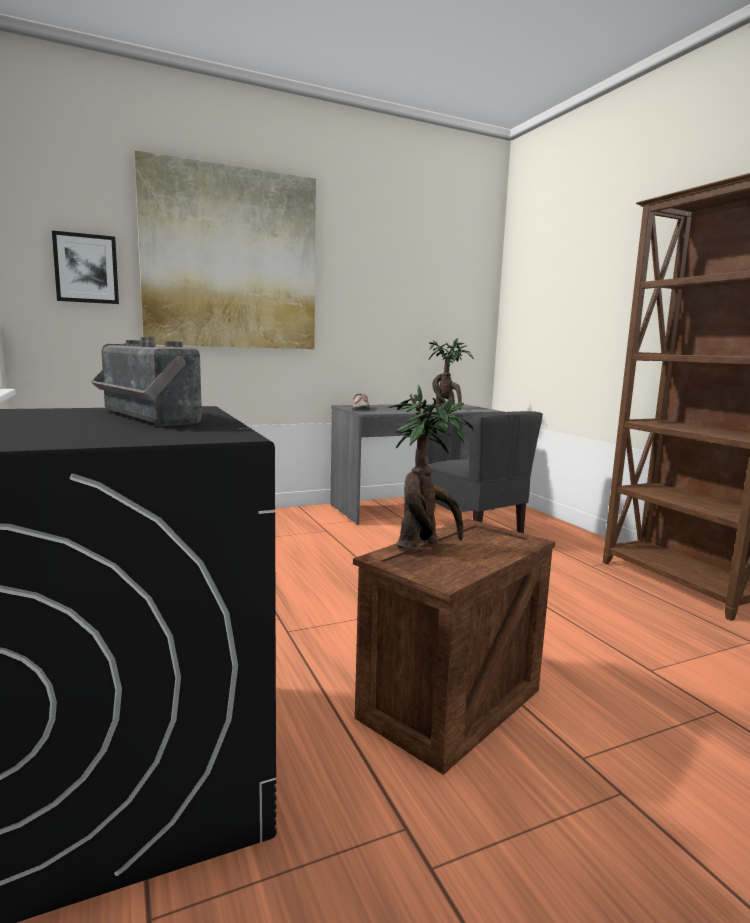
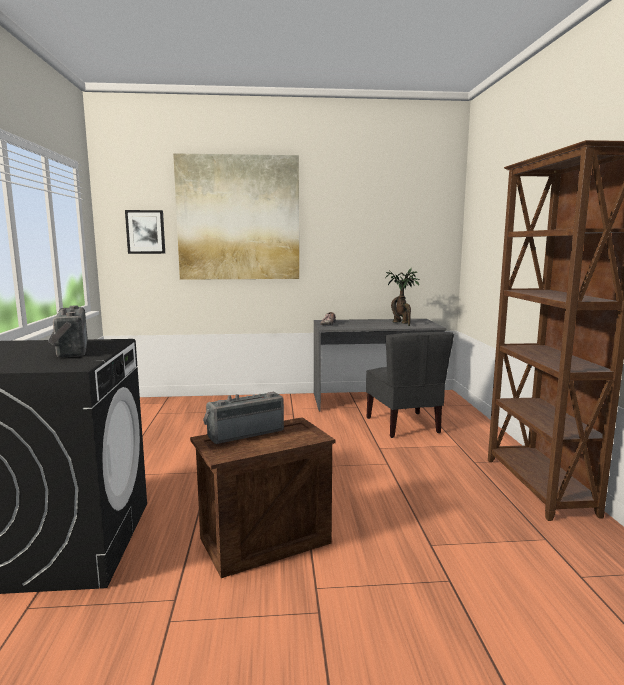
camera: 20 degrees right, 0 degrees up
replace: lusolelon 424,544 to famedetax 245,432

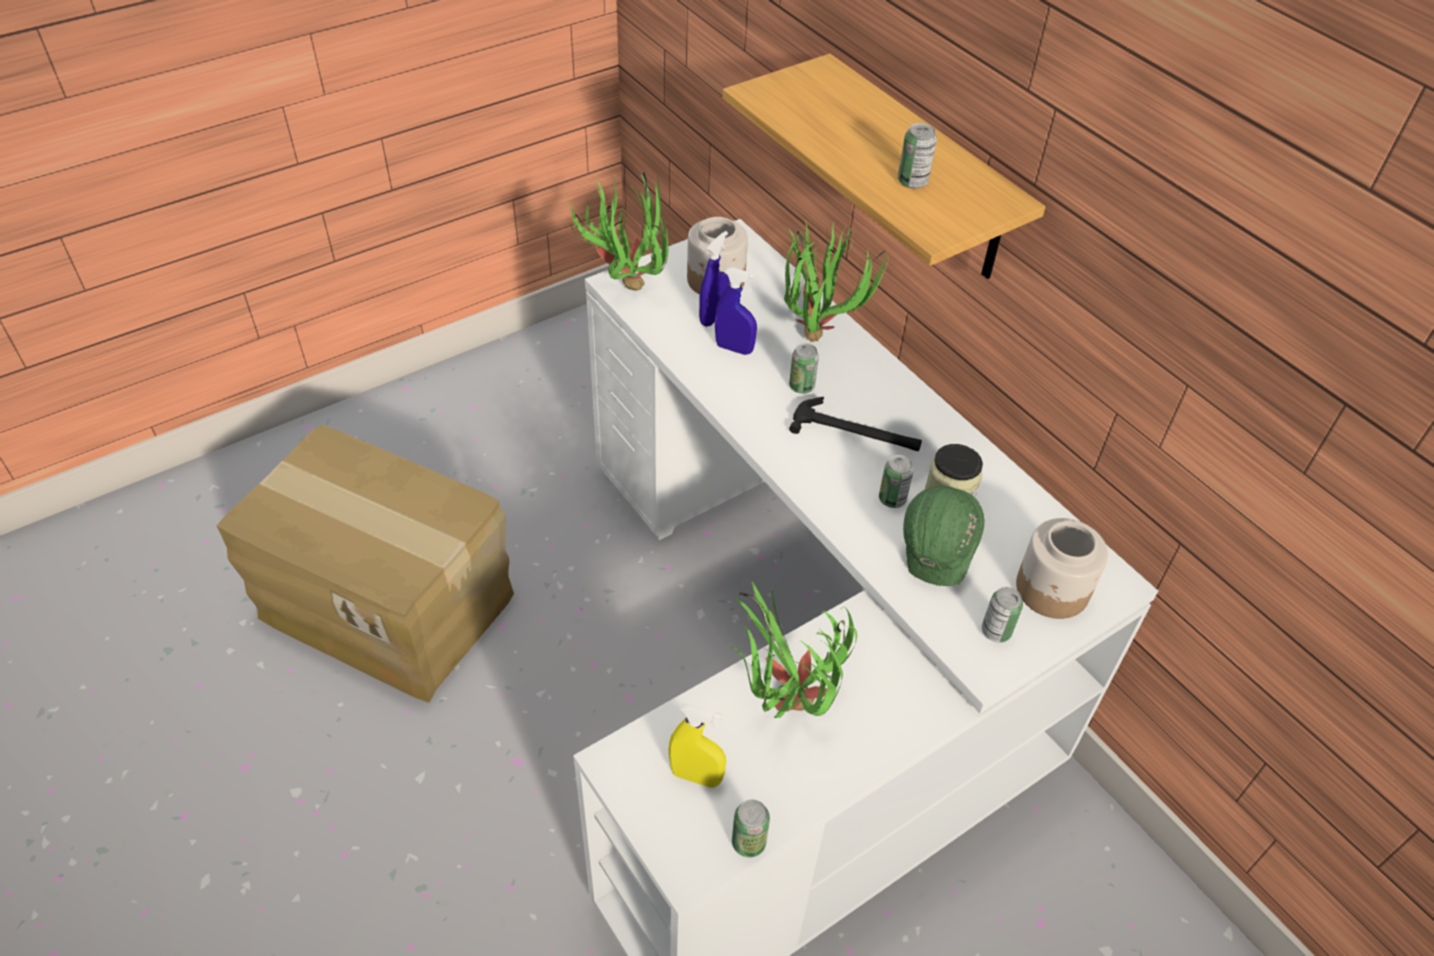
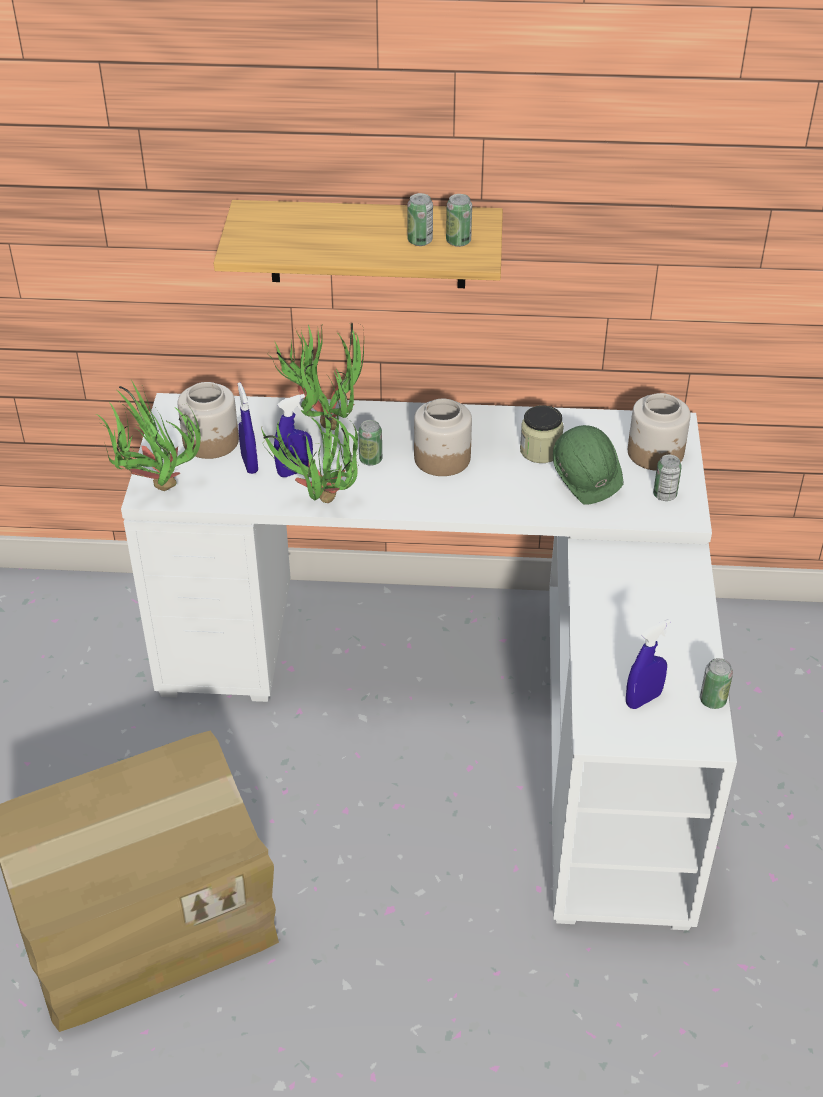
camera: 50 degrees left, 5 degrees down
move: lusolelon 783,709 to 322,508; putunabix 892,499 to 458,241
replace: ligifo 856,431 to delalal 441,458
recolor: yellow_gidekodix 696,776 to blue_gidekodix 643,699

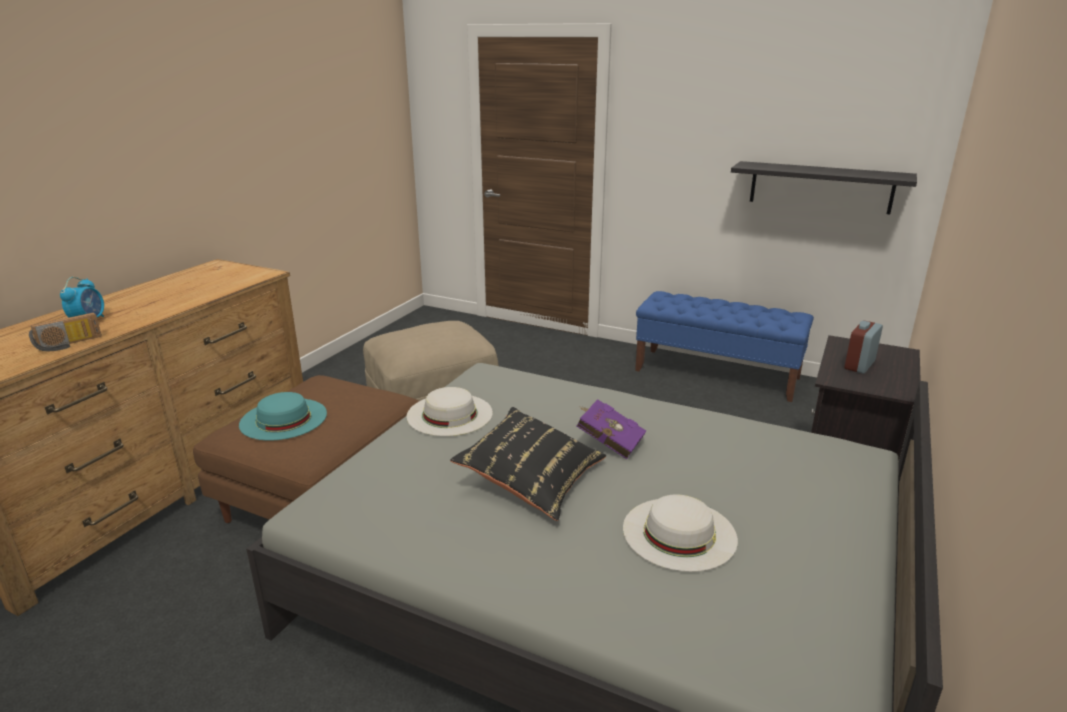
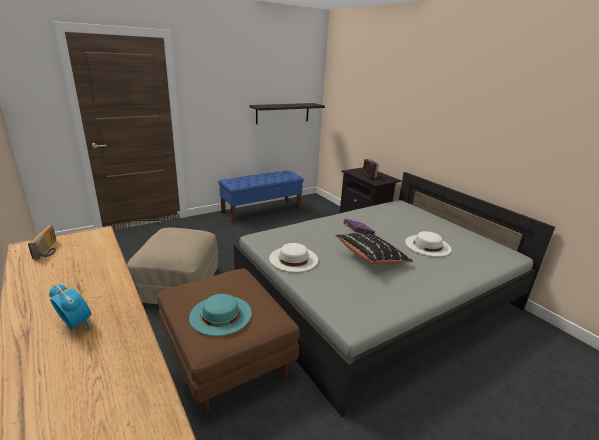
camera: 60 degrees left, 0 degrees up
move: famedetax 69,344 to 49,250

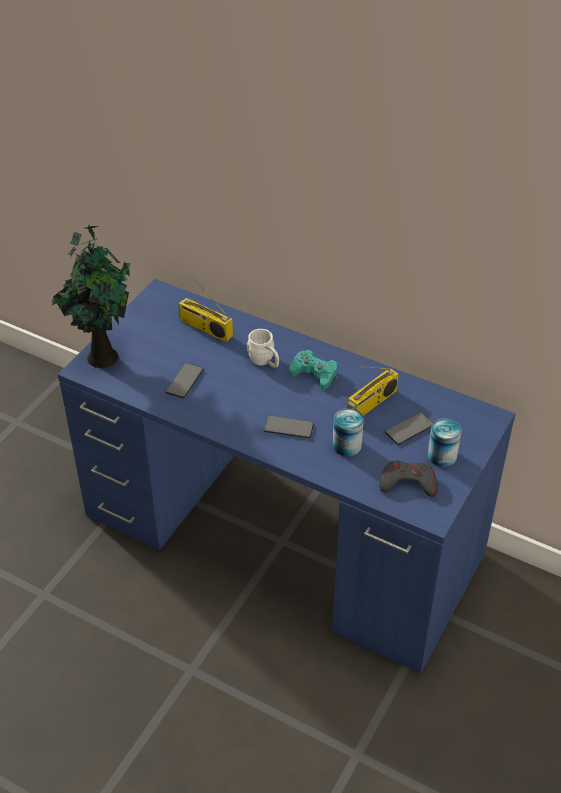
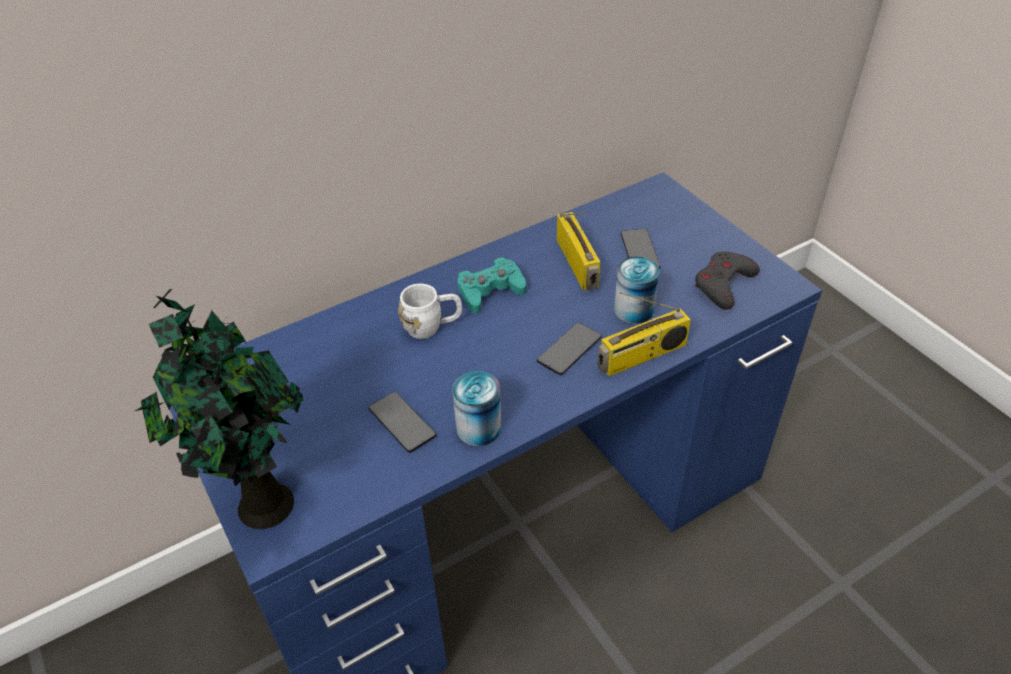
camera: 60 degrees left, 0 degrees up
move: putunabix 442,455 to 478,428; famedetax 204,328 to 642,356

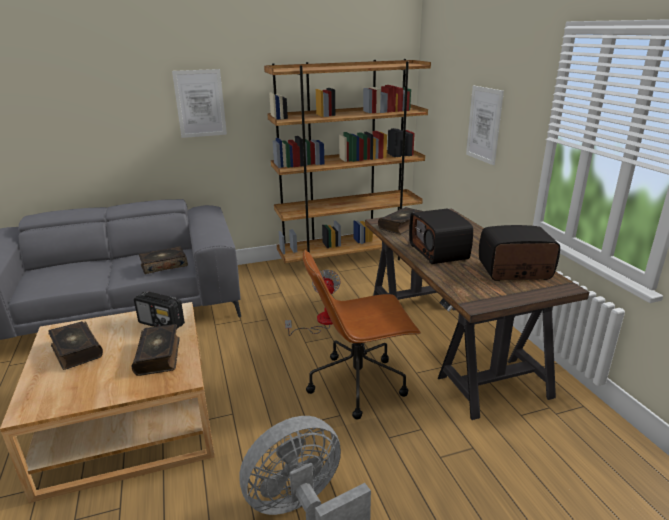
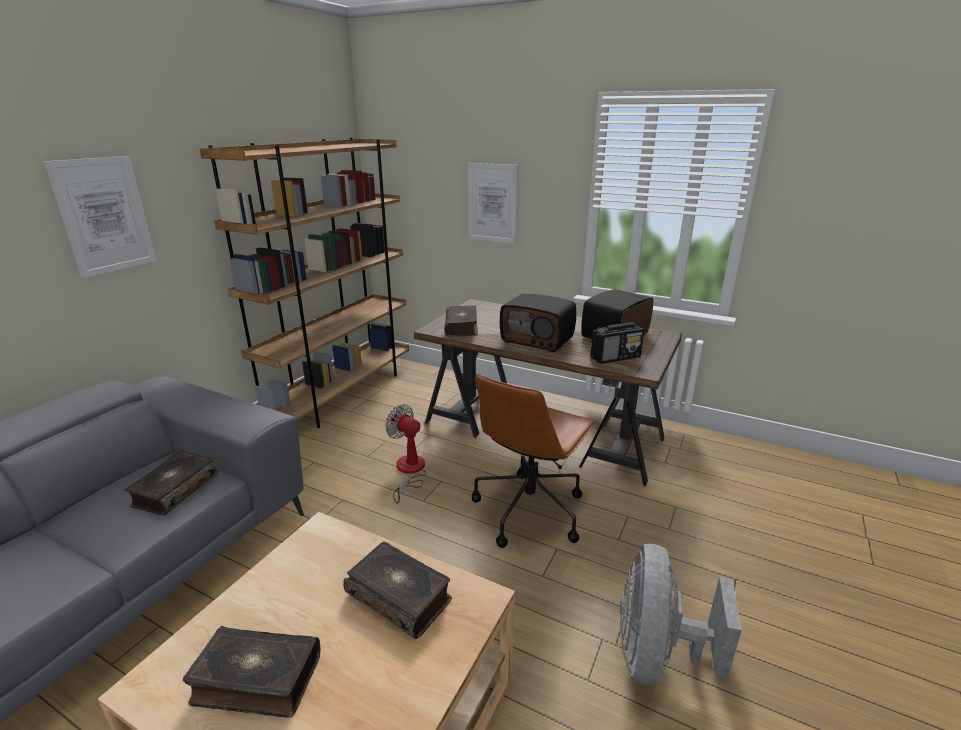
camera: 45 degrees left, 0 degrees up
move: famedetax 162,323 to 615,357

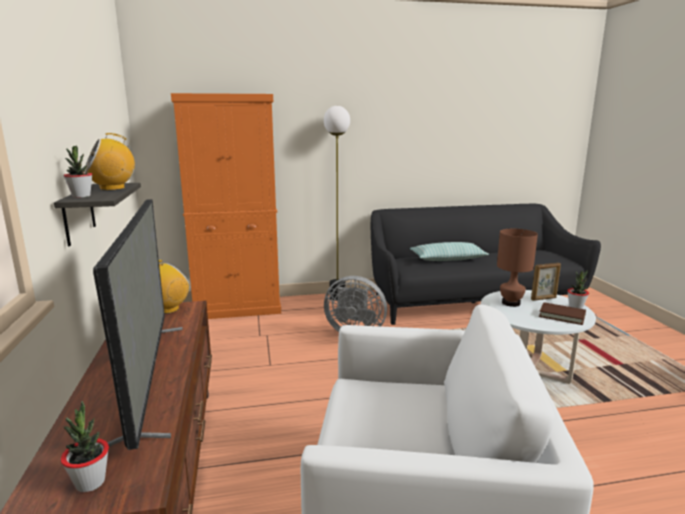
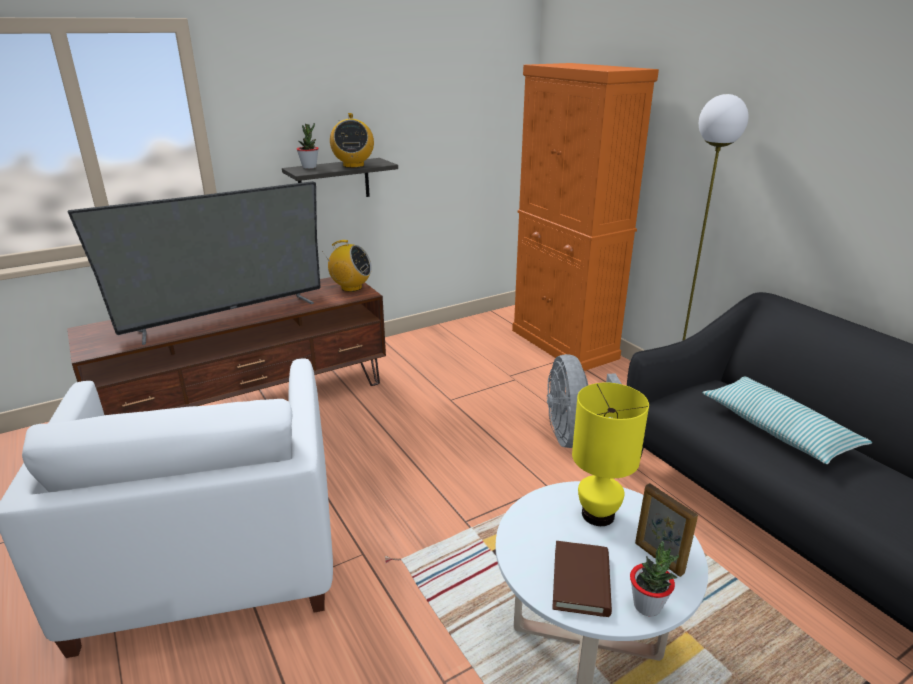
camera: 70 degrees right, 10 degrees up
delete: lusolelon 90,482
recolor: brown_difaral 510,303 to yellow_difaral 598,514
rotate: famedetax 112,188 = 353,165 135 degrees counterclockwise

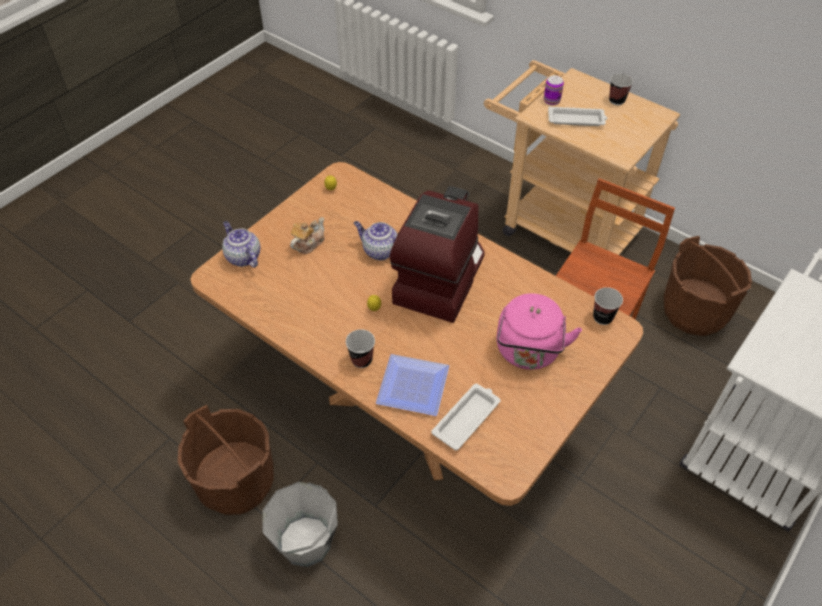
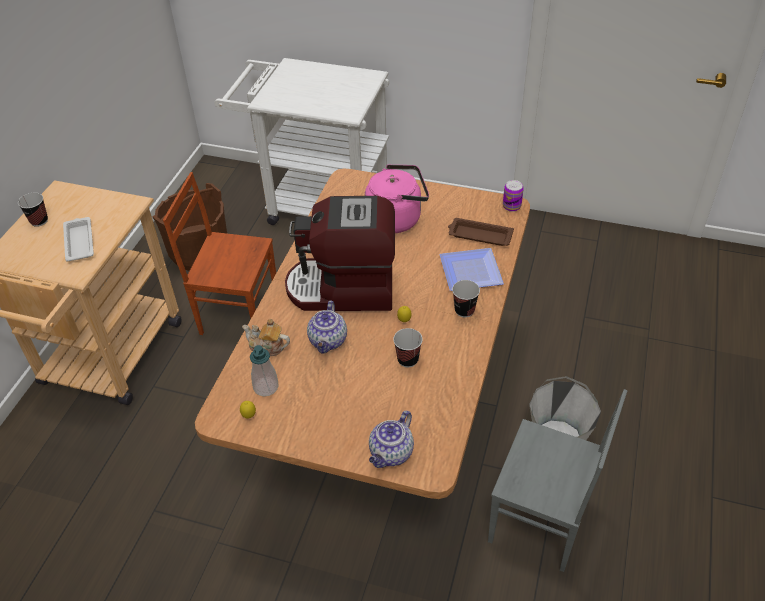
camera: 110 degrees left, 5 degrees down
insert: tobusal 266,387
move: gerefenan 308,243 to 267,347; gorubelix 602,317 to 408,360; putunabix 551,100 to 511,206
replace: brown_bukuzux 236,482 to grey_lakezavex 540,522
recolor: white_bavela 467,418 to brown_bavela 479,235

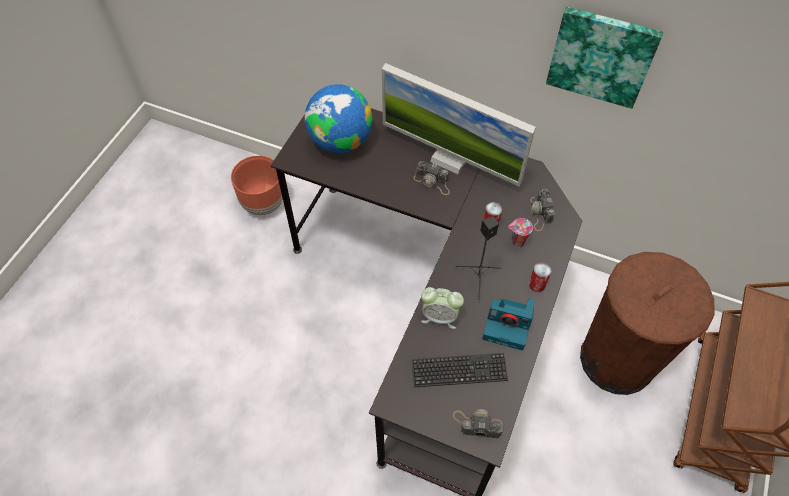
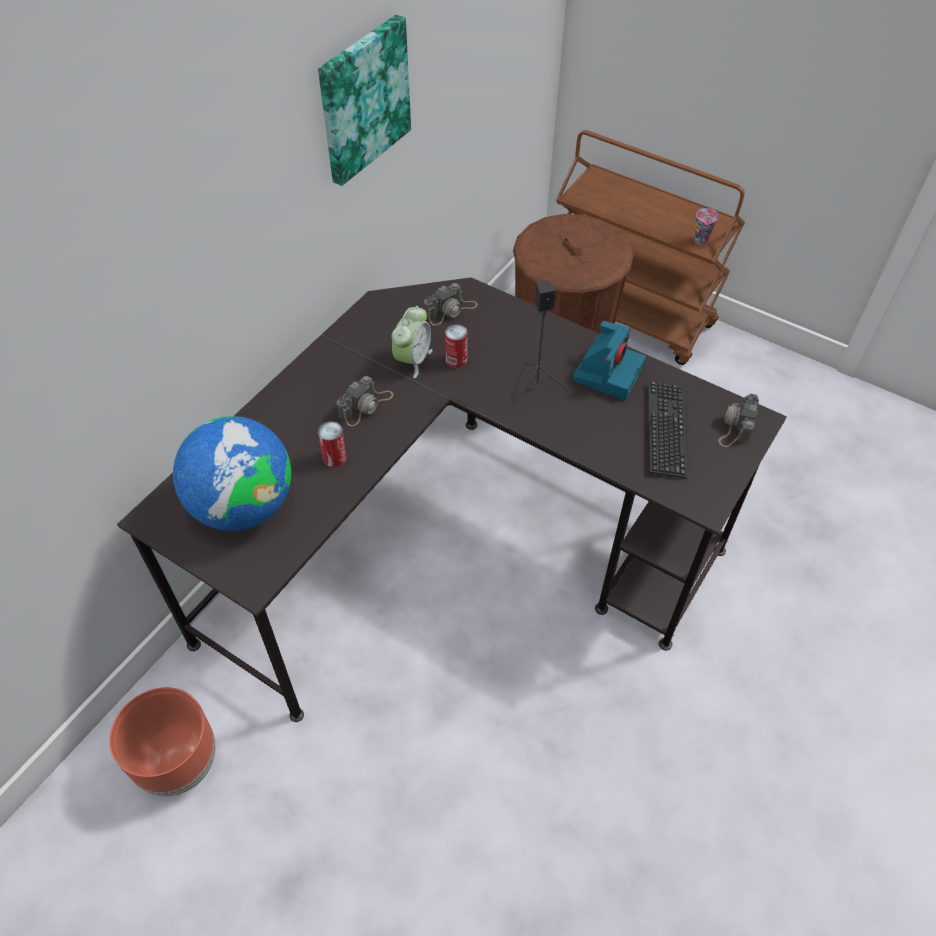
camera: 80 degrees left, 5 degrees down
delete: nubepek 450,158
move: putunabix 537,284 to 334,457; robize 440,316 to 412,360; gorubelix 517,243 to 701,241
rotate: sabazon 540,213 = 450,310 45 degrees counterclockwise

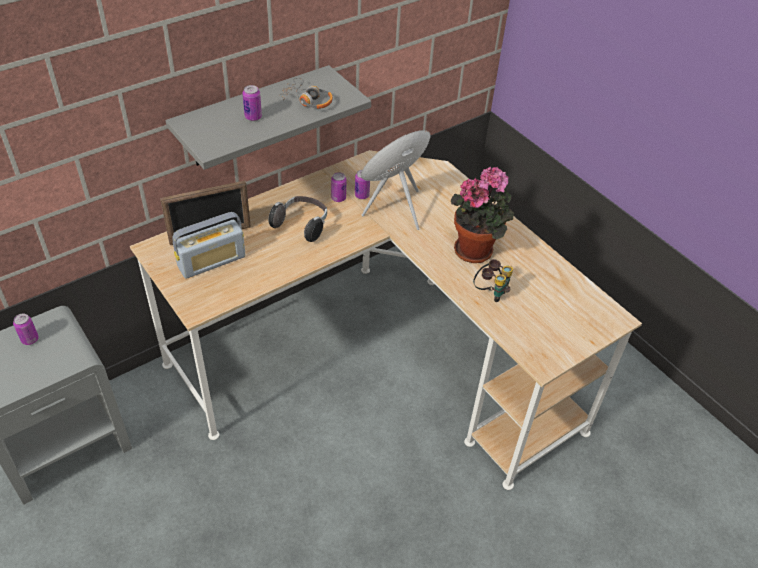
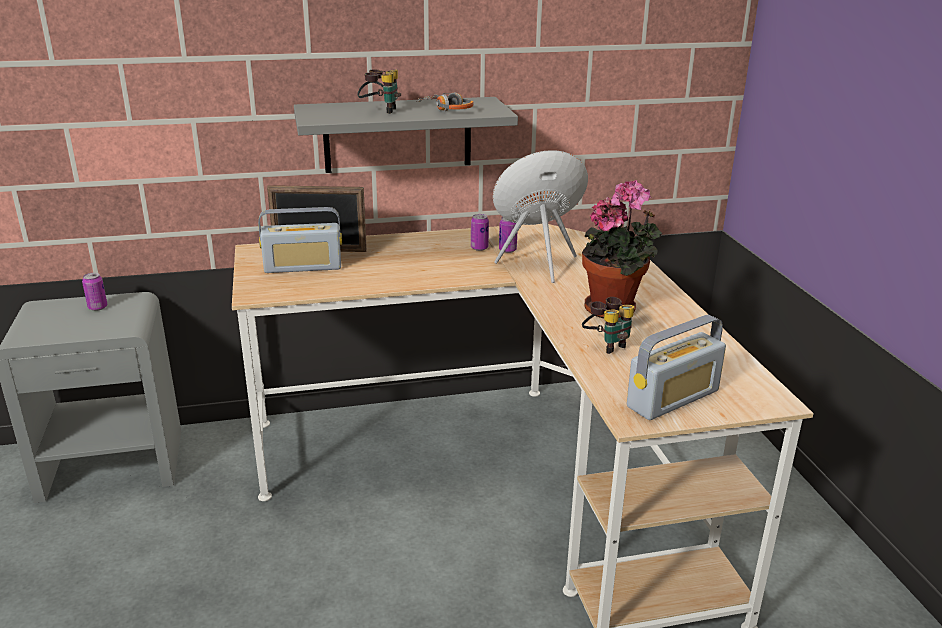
camera: 25 degrees right, 20 degrees down
delete: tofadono 302,225
insert: famedetax 673,398
replace: putunabix 253,117 to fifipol 380,111

